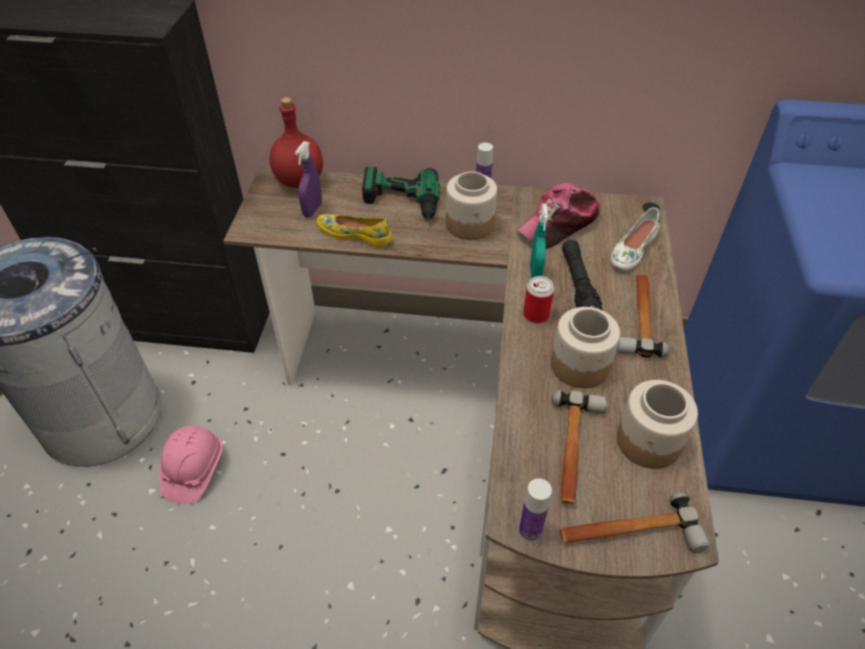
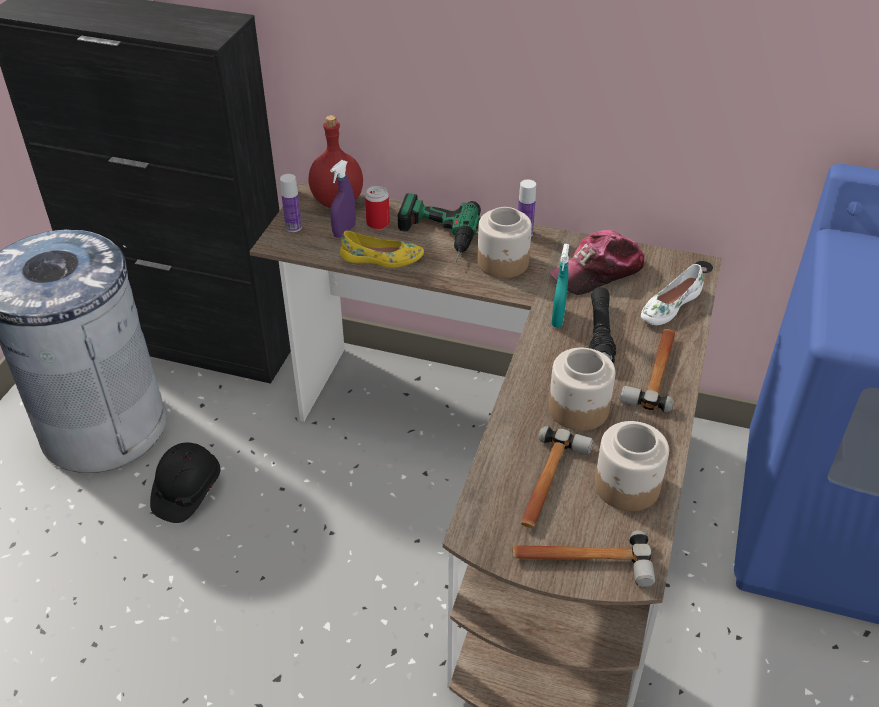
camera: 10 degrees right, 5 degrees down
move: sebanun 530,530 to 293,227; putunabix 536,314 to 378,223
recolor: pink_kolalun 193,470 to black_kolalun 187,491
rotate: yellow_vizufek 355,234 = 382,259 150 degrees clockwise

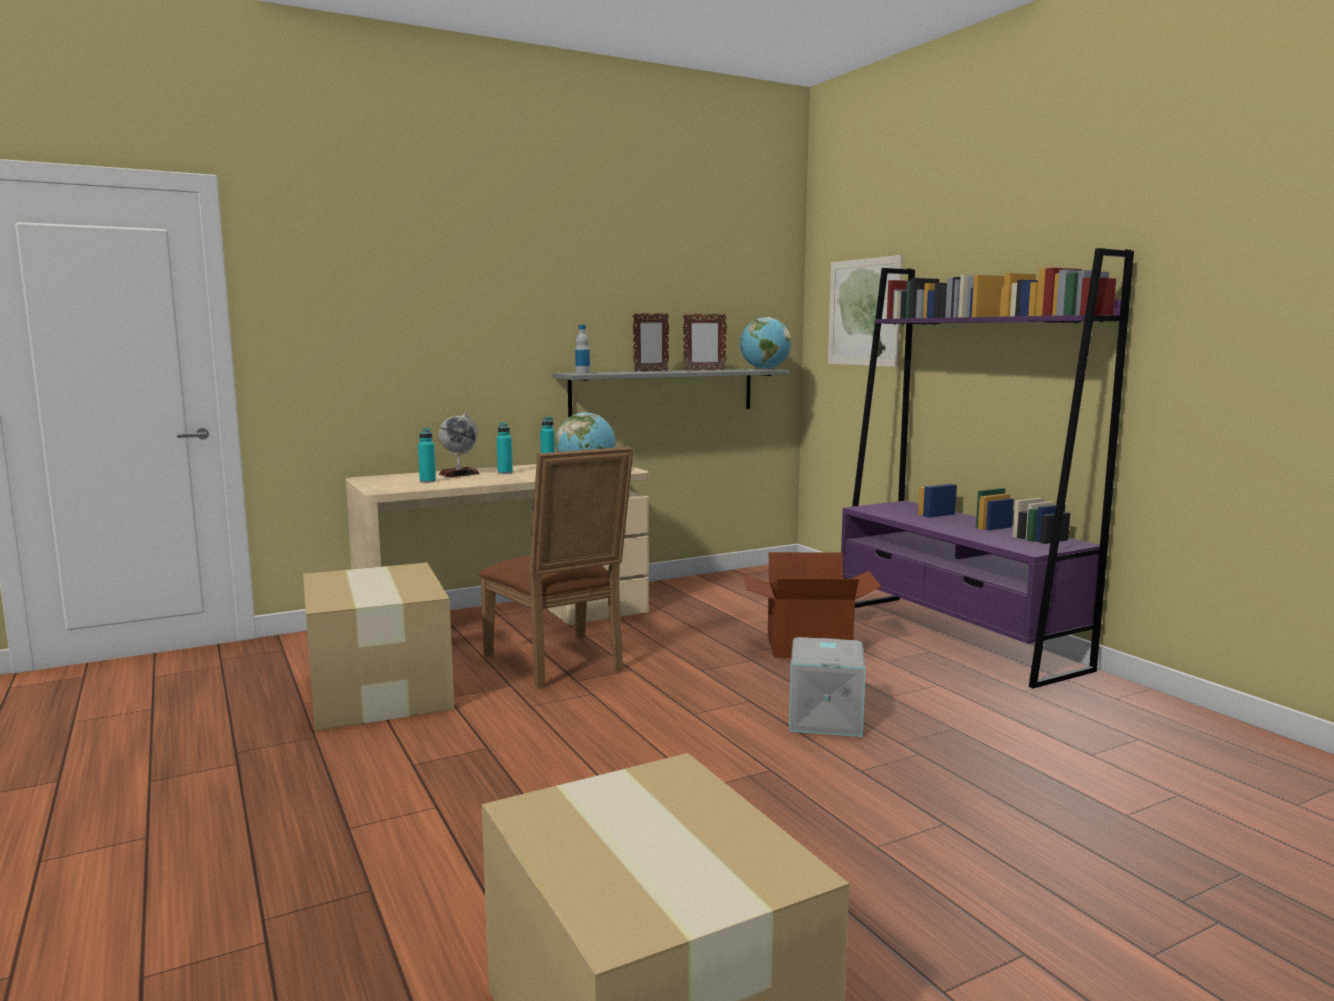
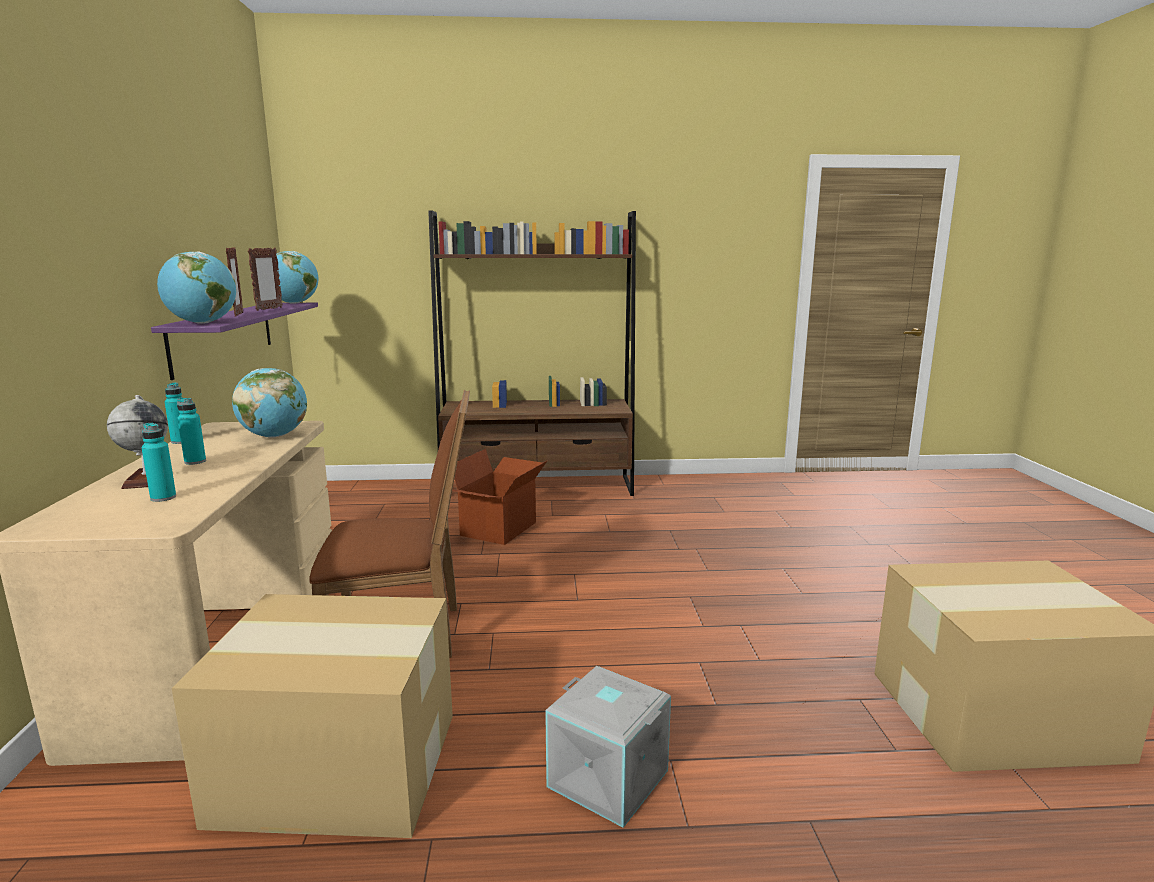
camera: 65 degrees left, 5 degrees up
delete: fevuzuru 863,312
move: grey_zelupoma 823,718 to 606,779
replace: sebanun 582,373 to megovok 202,323
recolor: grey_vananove 663,391 to purple_vananove 224,336; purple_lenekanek 955,637 to brown_lenekanek 538,487

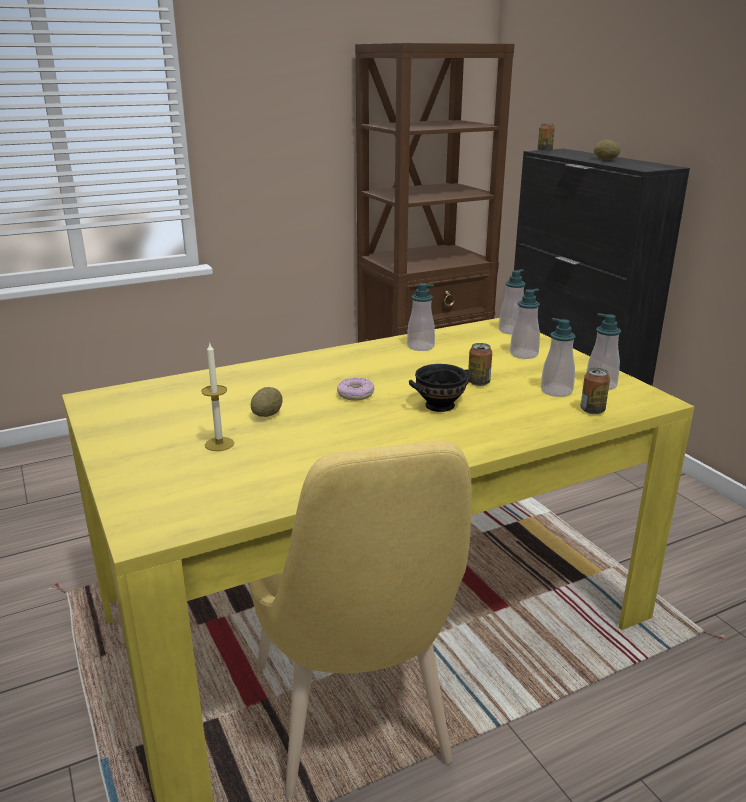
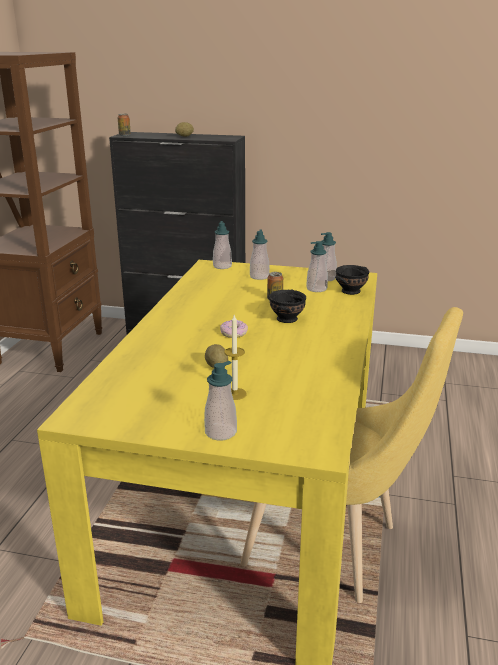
camera: 50 degrees left, 0 degrees up
move: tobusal 420,347 to 220,432
replace: putunabix 592,410 to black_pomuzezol 350,291

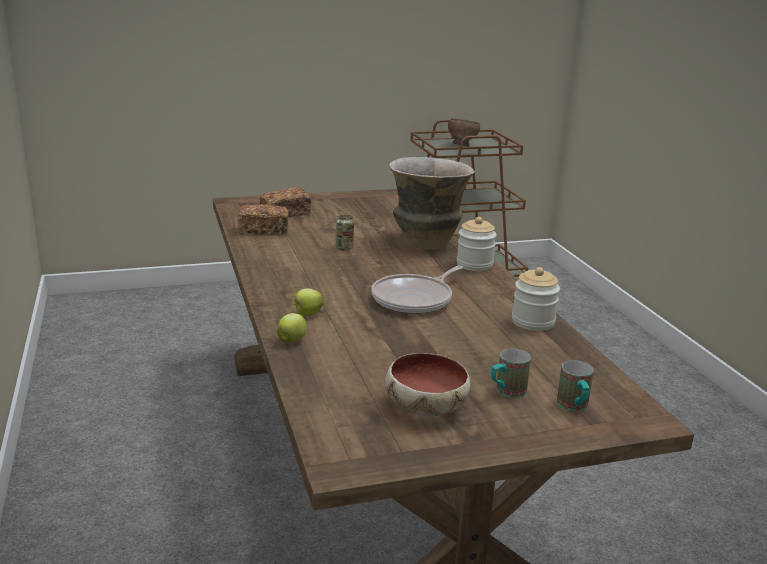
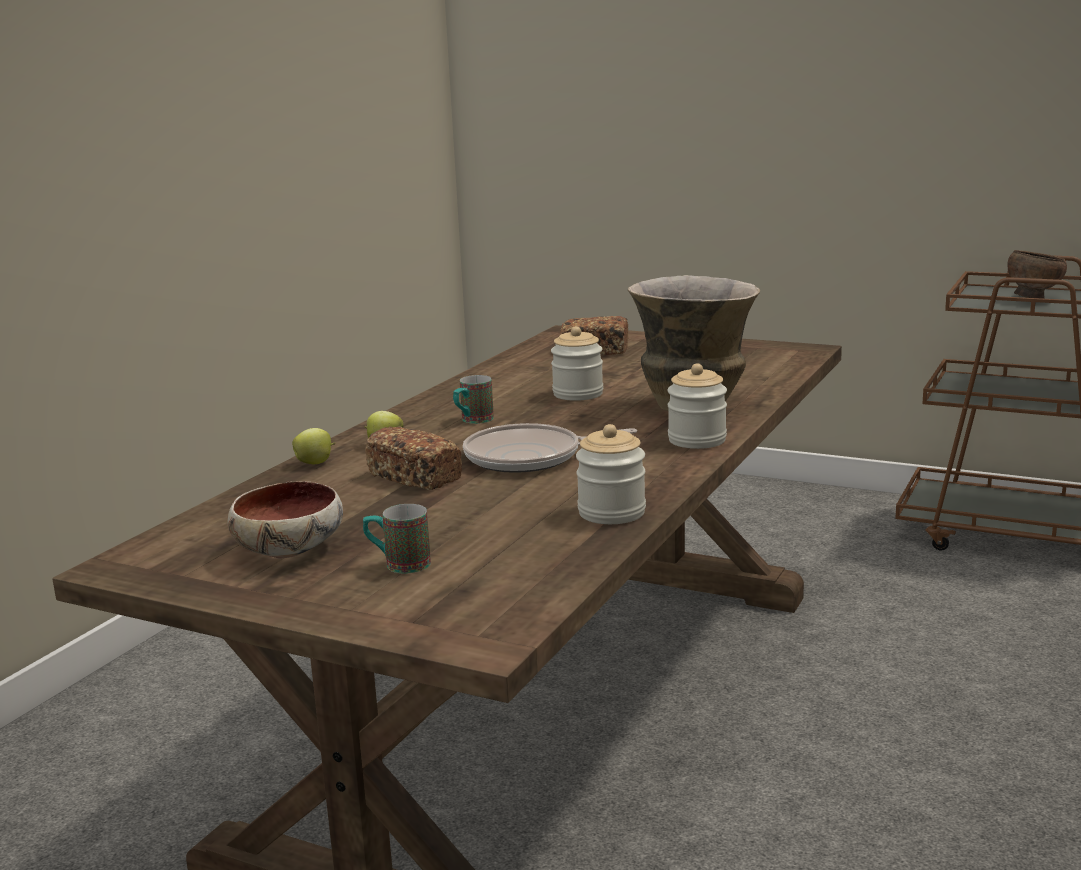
camera: 45 degrees right, 5 degrees down
move: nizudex 264,230 to 415,477; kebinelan 574,407 to 472,421
replace: putunabix 344,248 to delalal 578,394

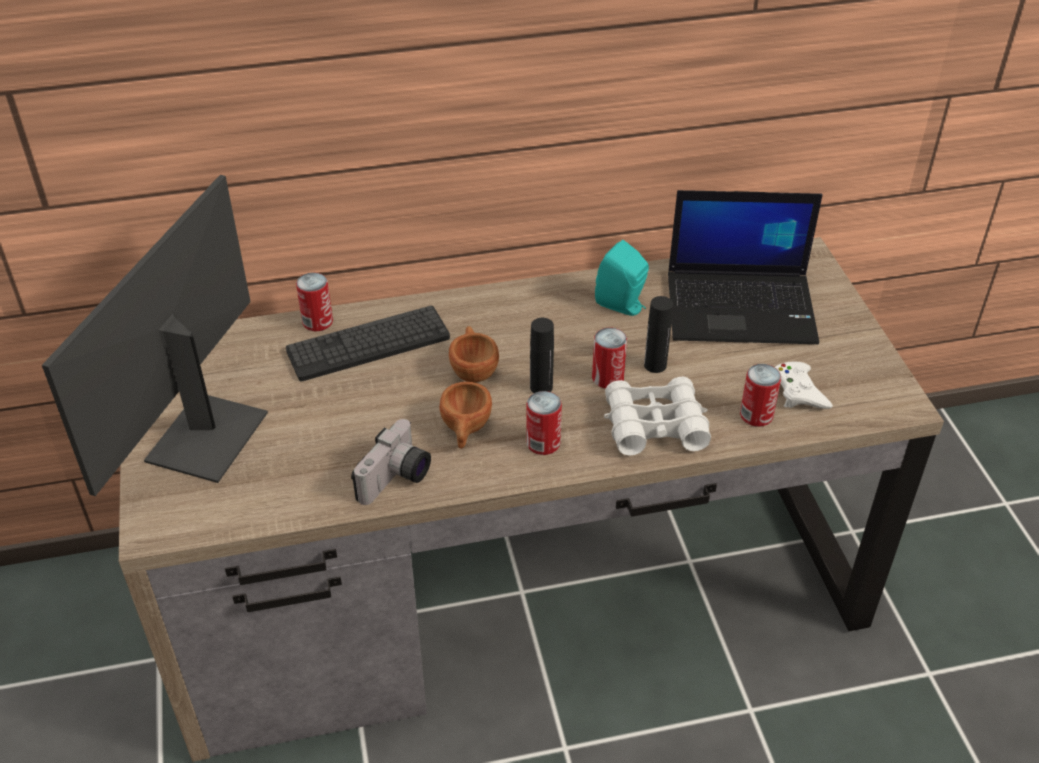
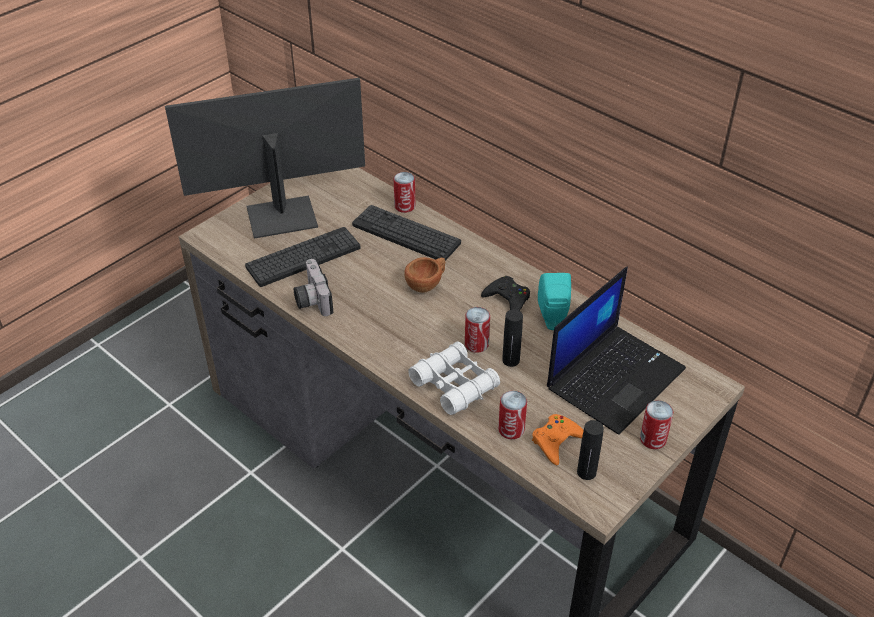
camera: 55 degrees right, 0 degrees up
delete: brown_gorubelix 465,430
insert: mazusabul 303,257; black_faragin 507,299
move: black_sebanun 541,387 to 586,472; putunabix 543,443 to 652,439
recolor: white_faragin 798,391 to orange_faragin 556,441
rotate: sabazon 396,480 = 311,299 75 degrees clockwise; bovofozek 742,307 = 615,377 105 degrees counterclockwise

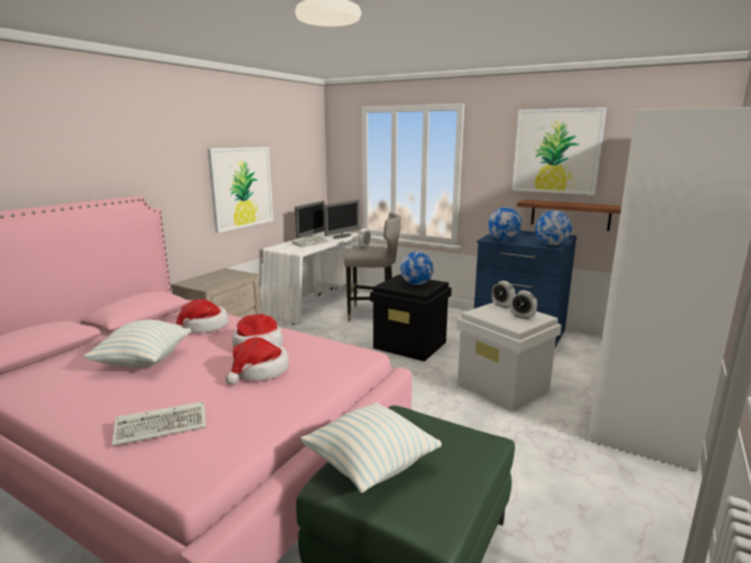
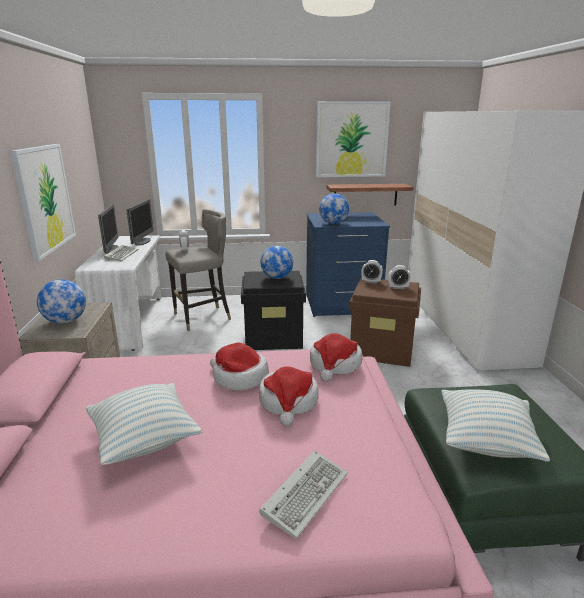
camera: 35 degrees left, 5 degrees up
move: megovok 551,245 to 65,321; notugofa 203,327 to 335,365
recolor: white_zelupoma 504,386 to brown_zelupoma 382,350

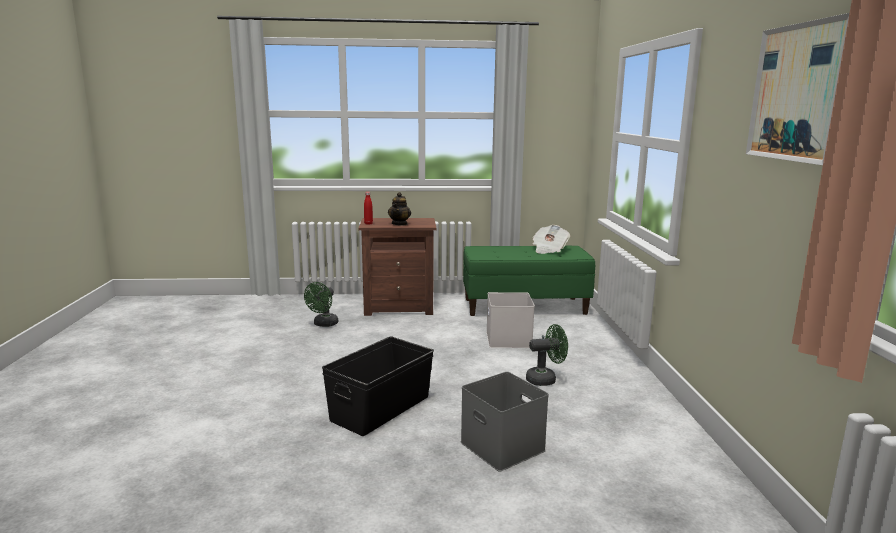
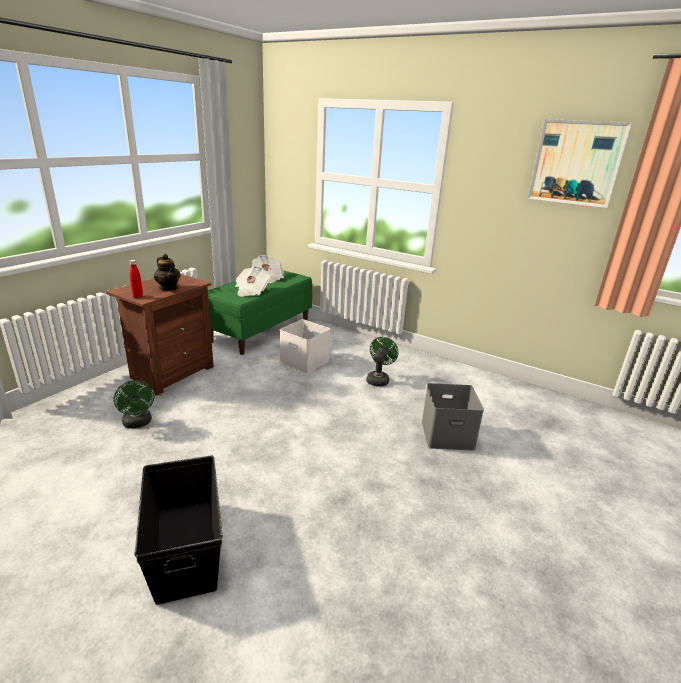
camera: 55 degrees left, 10 degrees up
insert: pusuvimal 251,291
move: black_zelupoma 381,408 to 186,546

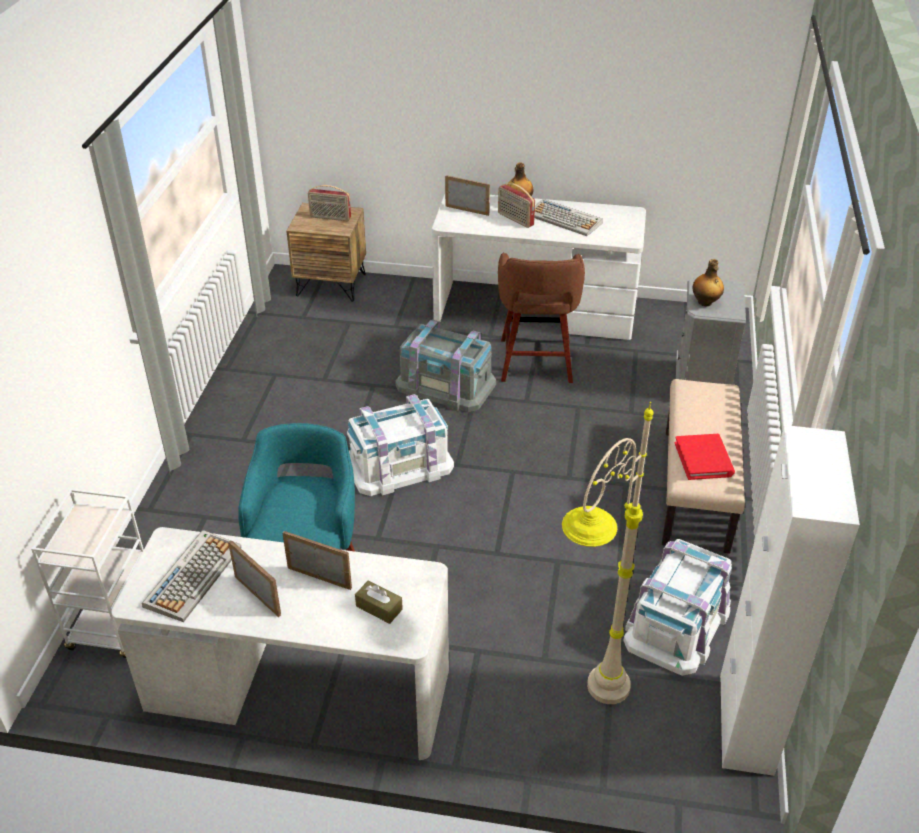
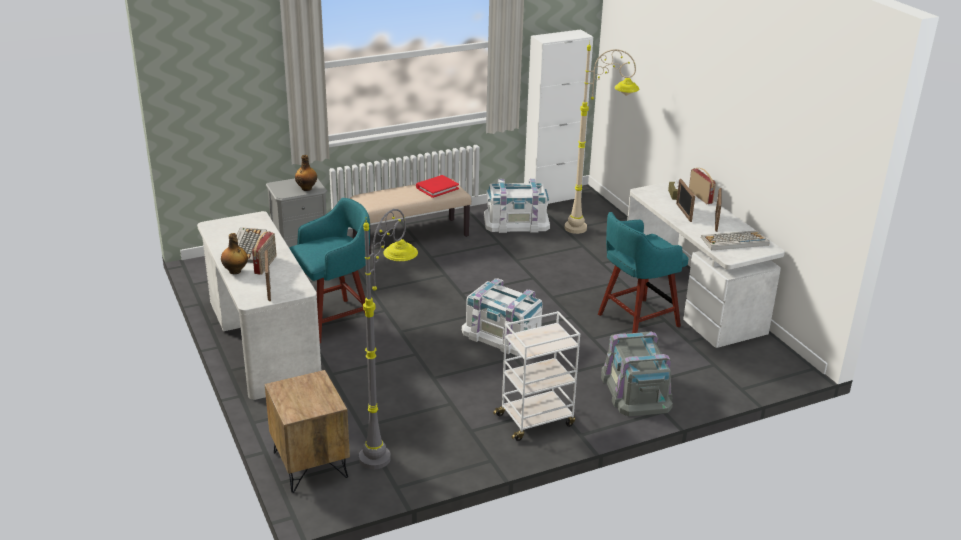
camera: 125 degrees left, 10 degrees down
insert: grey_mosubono 390,444
move: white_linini 115,624 to 536,420; grey_zelupoma 445,385 to 636,389; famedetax 330,218 to 701,197
recolor: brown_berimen 535,362 to turquoise_berimen 335,320

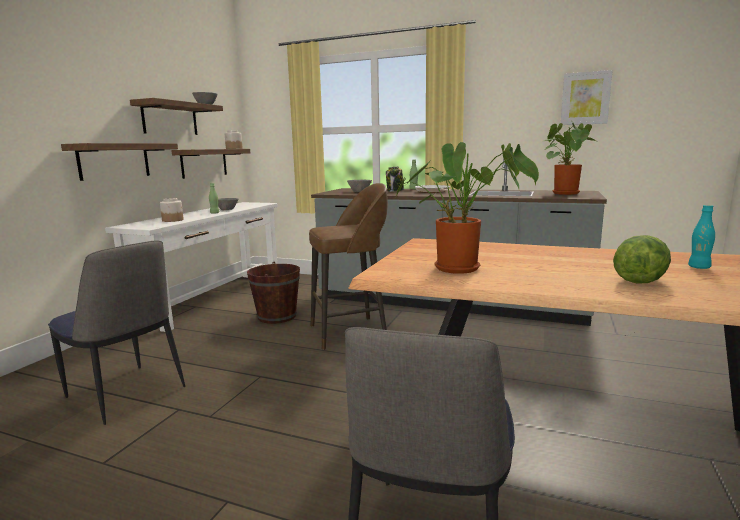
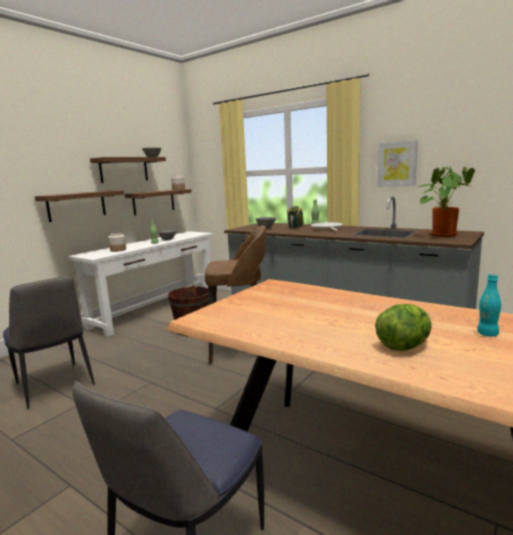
camera: 15 degrees right, 0 degrees up
delete: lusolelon 462,268
move: fevuzuru 585,98 to 397,164

